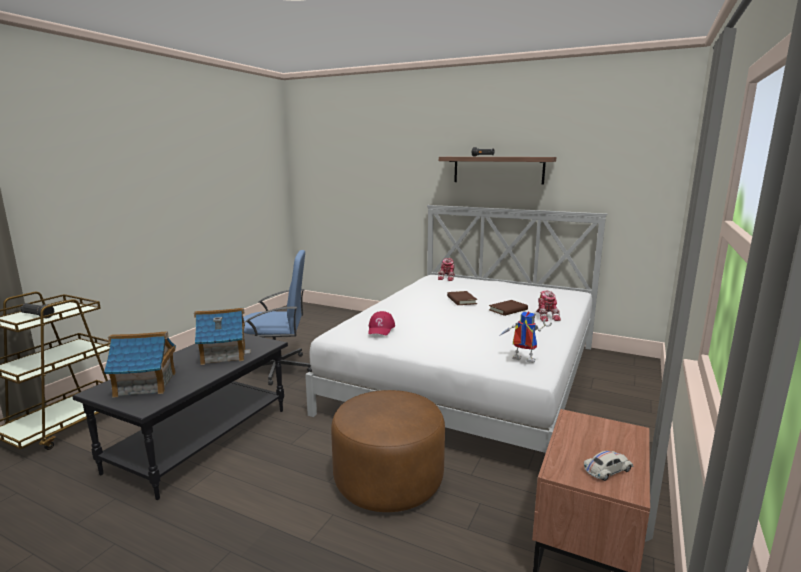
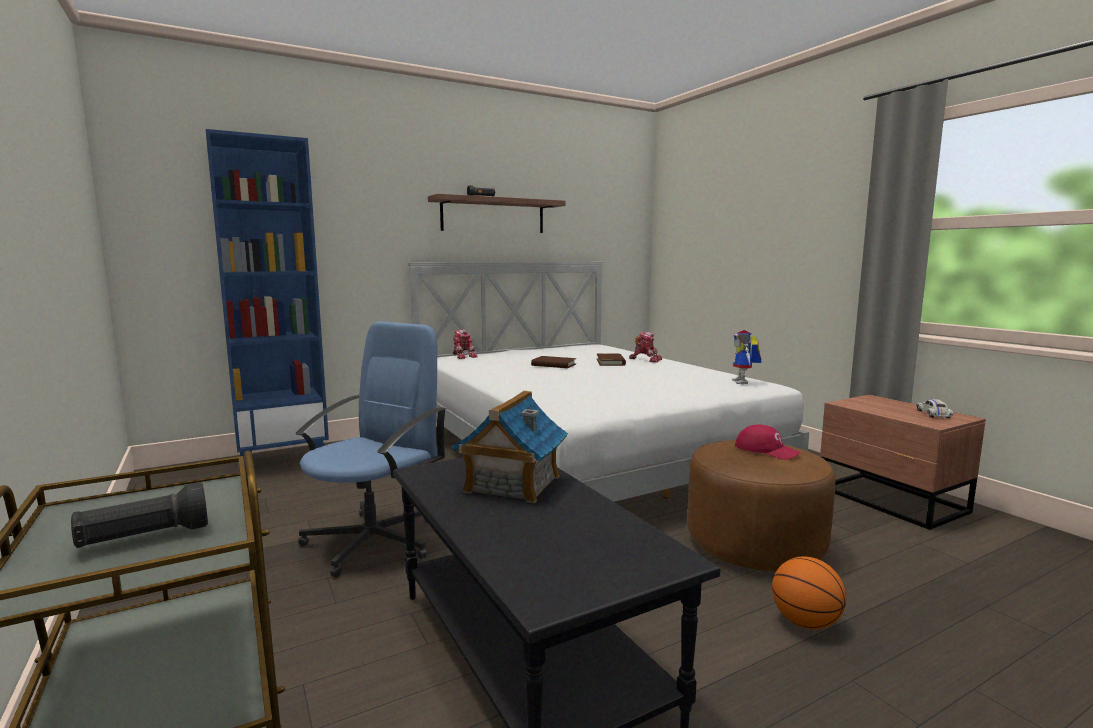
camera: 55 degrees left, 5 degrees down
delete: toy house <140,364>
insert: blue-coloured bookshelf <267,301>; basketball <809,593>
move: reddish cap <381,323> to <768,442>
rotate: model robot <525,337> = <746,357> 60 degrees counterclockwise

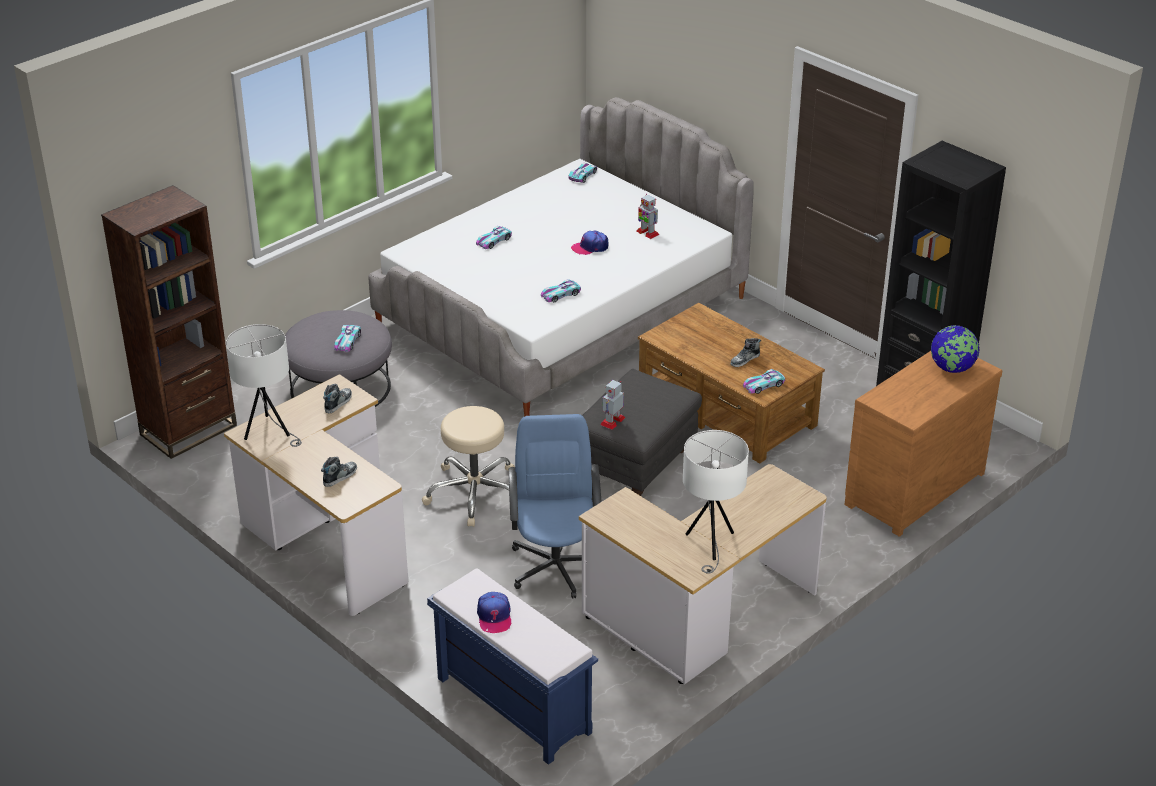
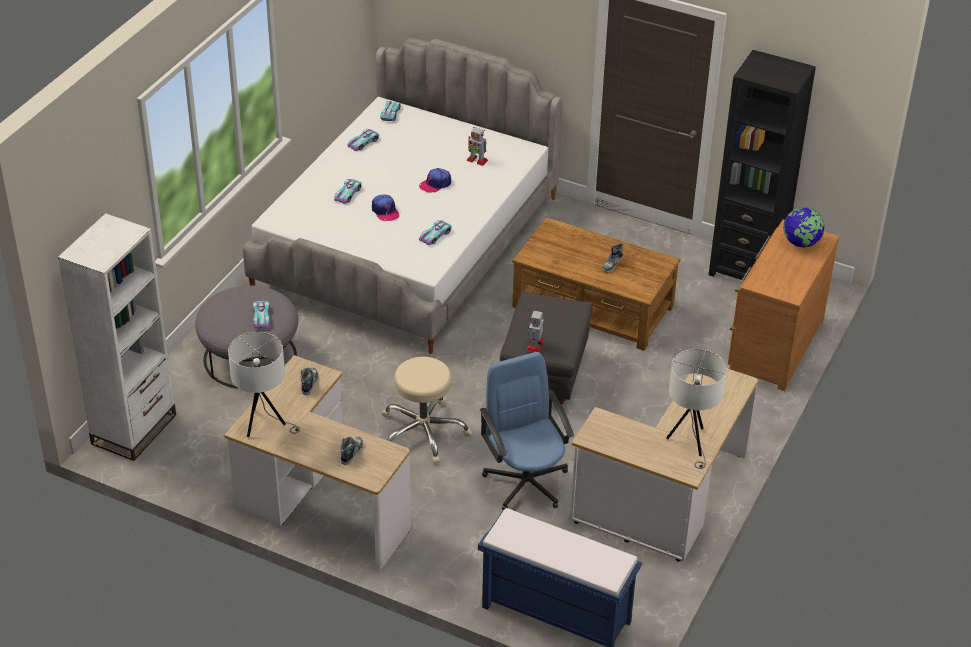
camera: 20 degrees left, 5 degrees up
move: toy car <764,381> to <363,140>; cap <494,612> to <385,208>
recolor: brownish bookshelf <169,322> to whitish bookshelf <117,337>

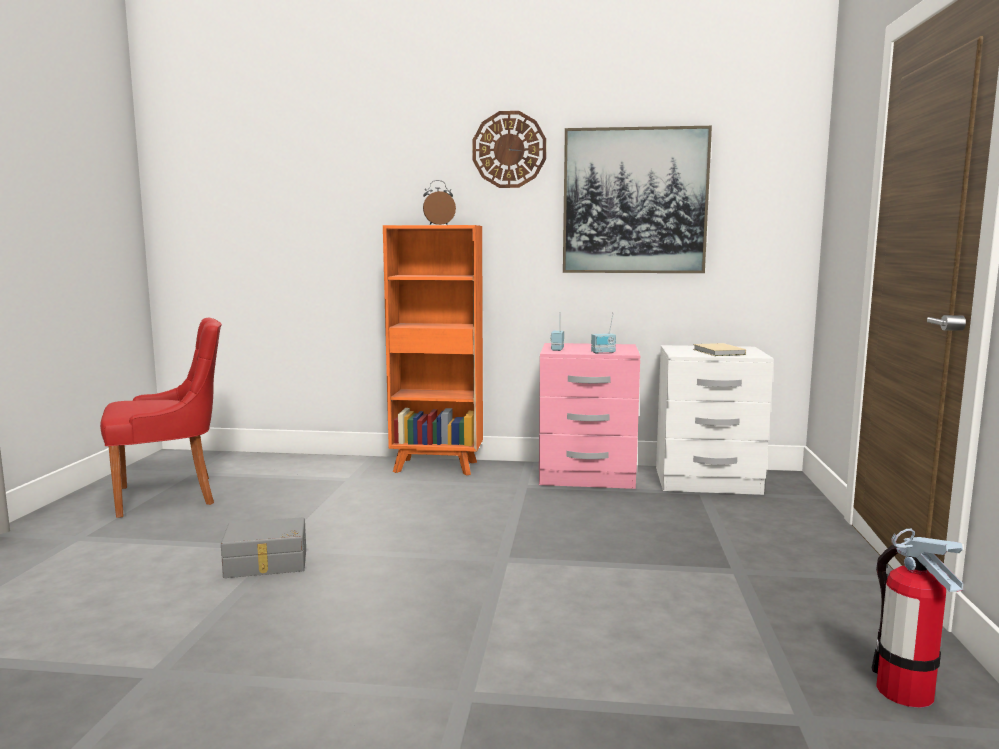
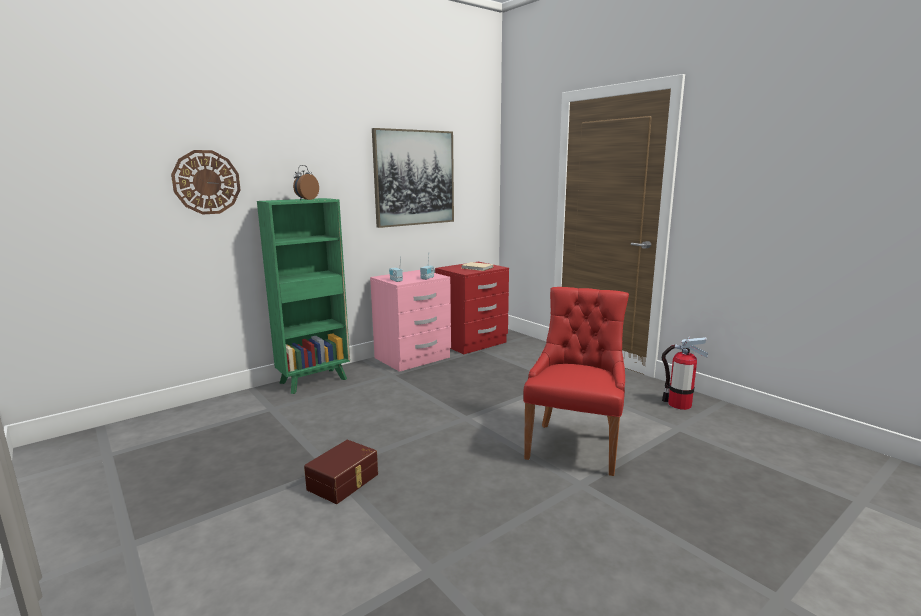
camera: 45 degrees left, 5 degrees up
move: clock on the wall <509,149> to <206,182>; reddish chair <161,417> to <576,381>
recolor: orangey bookshelf <433,350> to green bookshelf <303,296>; greyish storage bin <263,547> to brownish storage bin <341,472>; whitish night table <715,420> to reddish night table <472,308>

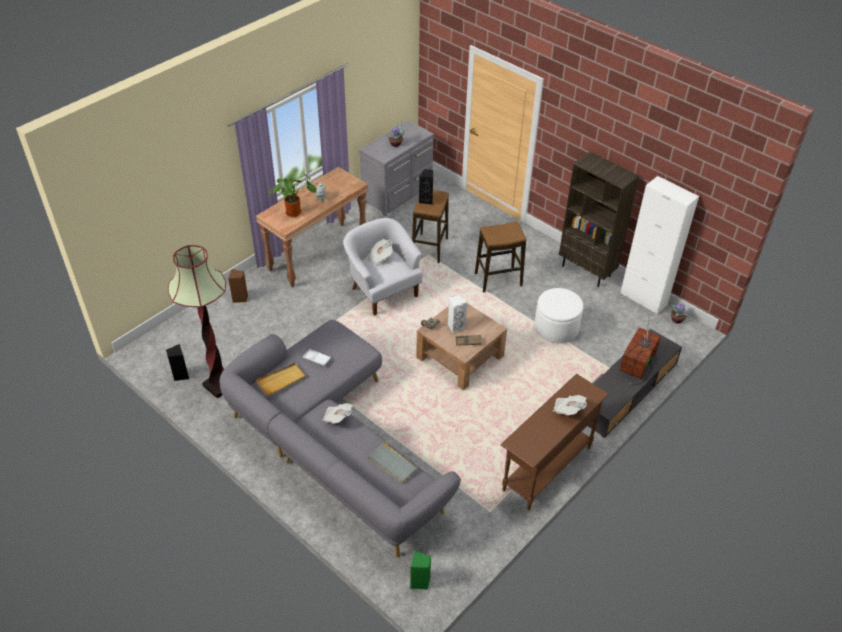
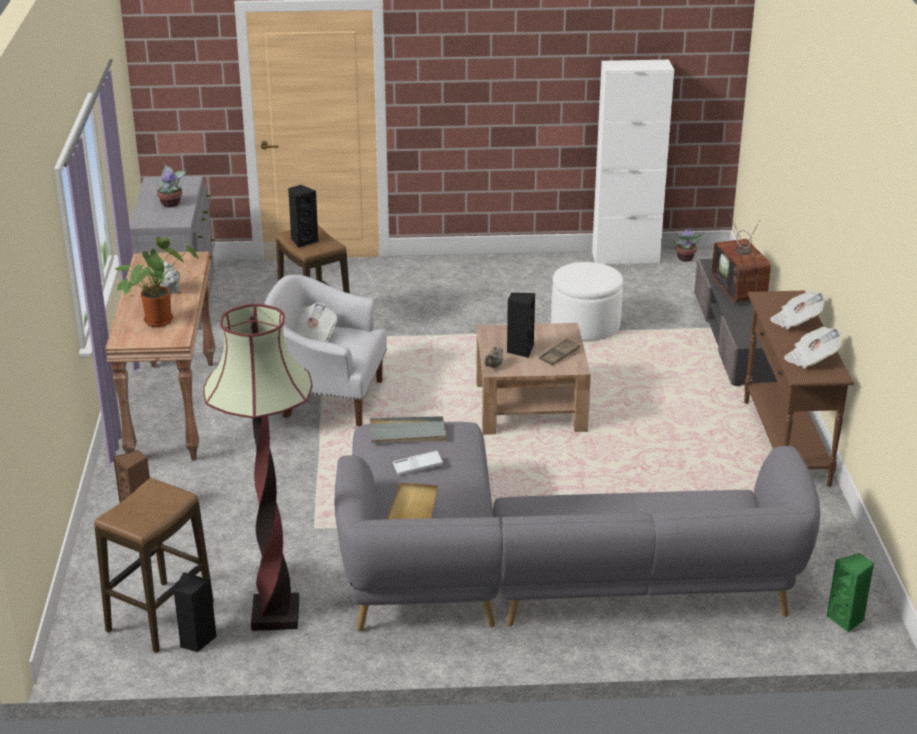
camera: 45 degrees left, 15 degrees down
delete: brownish bookshelf <599,219>
move: stool seat <500,256> to <154,565>; greyish tray <392,462> to <408,429>; newspaper <337,413> to <813,347>
recolor: whitish loudspeaker <457,313> to blackish loudspeaker <521,325>

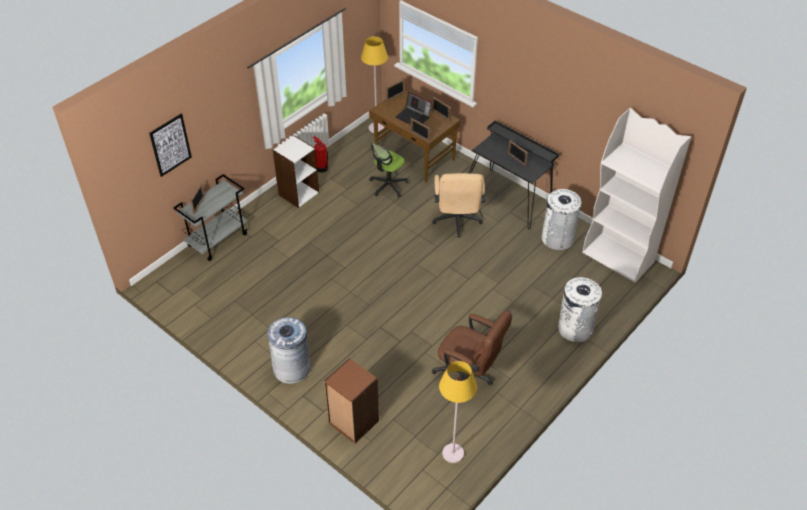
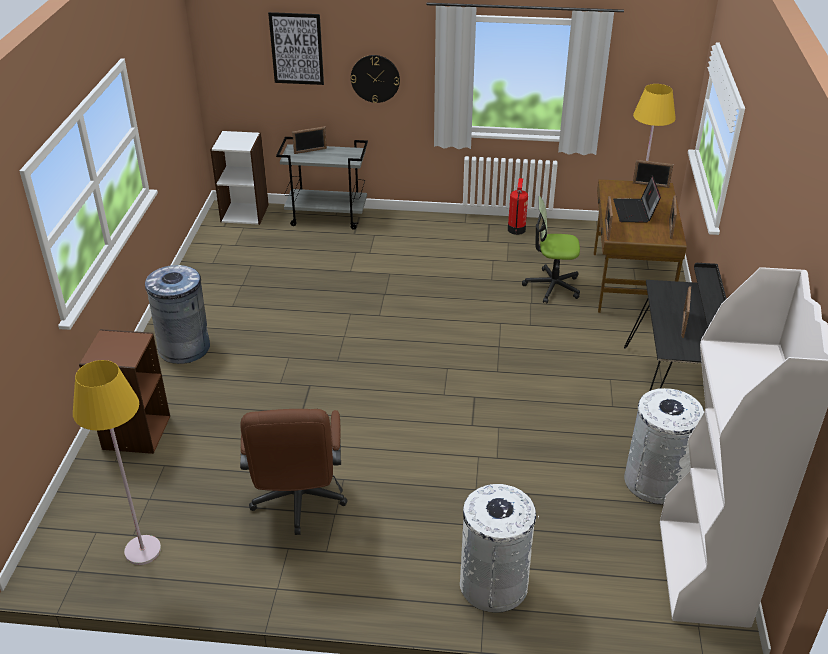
camera: 55 degrees right, 10 degrees down
delete: beige computer chair <458,205>
insert: clock on the wall <375,79>
move: whitish bookshelf <295,171> to <239,178>

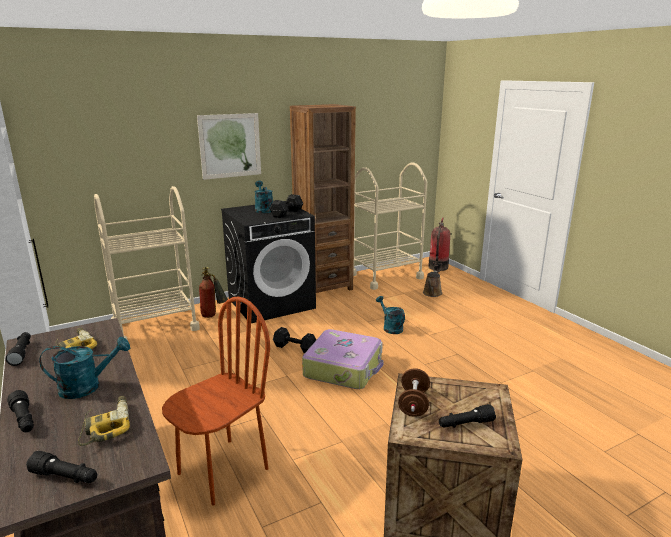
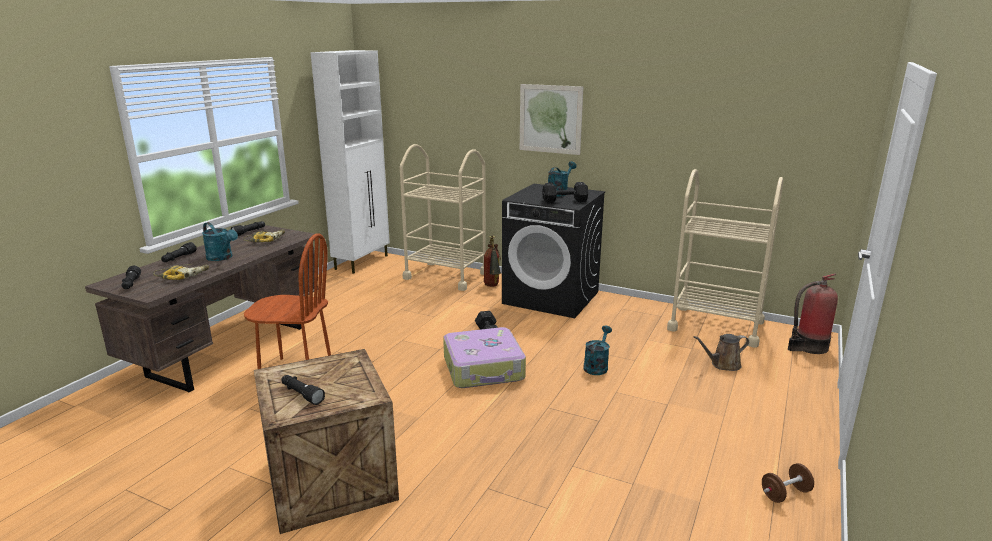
camera: 55 degrees right, 0 degrees up
delete: brownish bookshelf <323,198>
move: brownish hand weight <414,392> to <788,483>

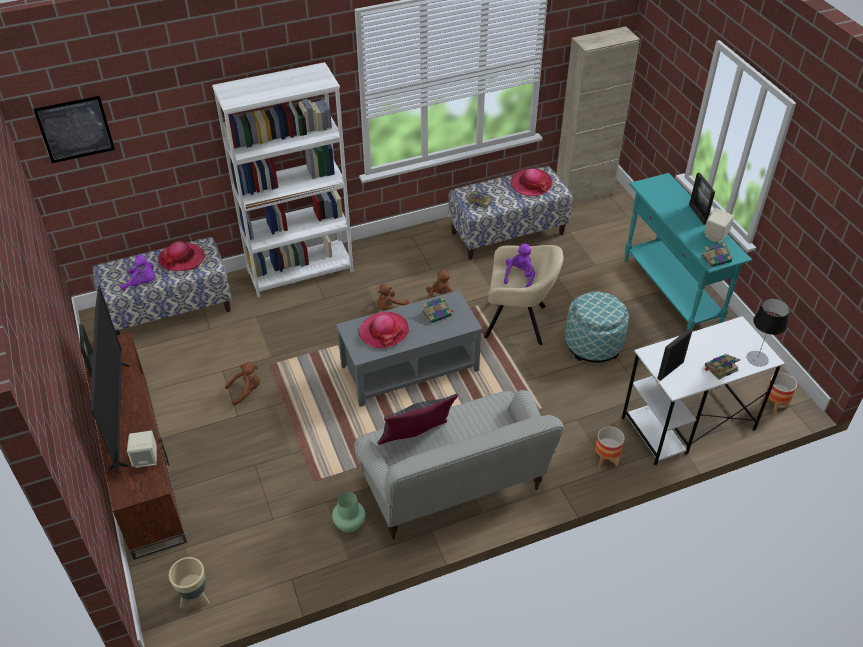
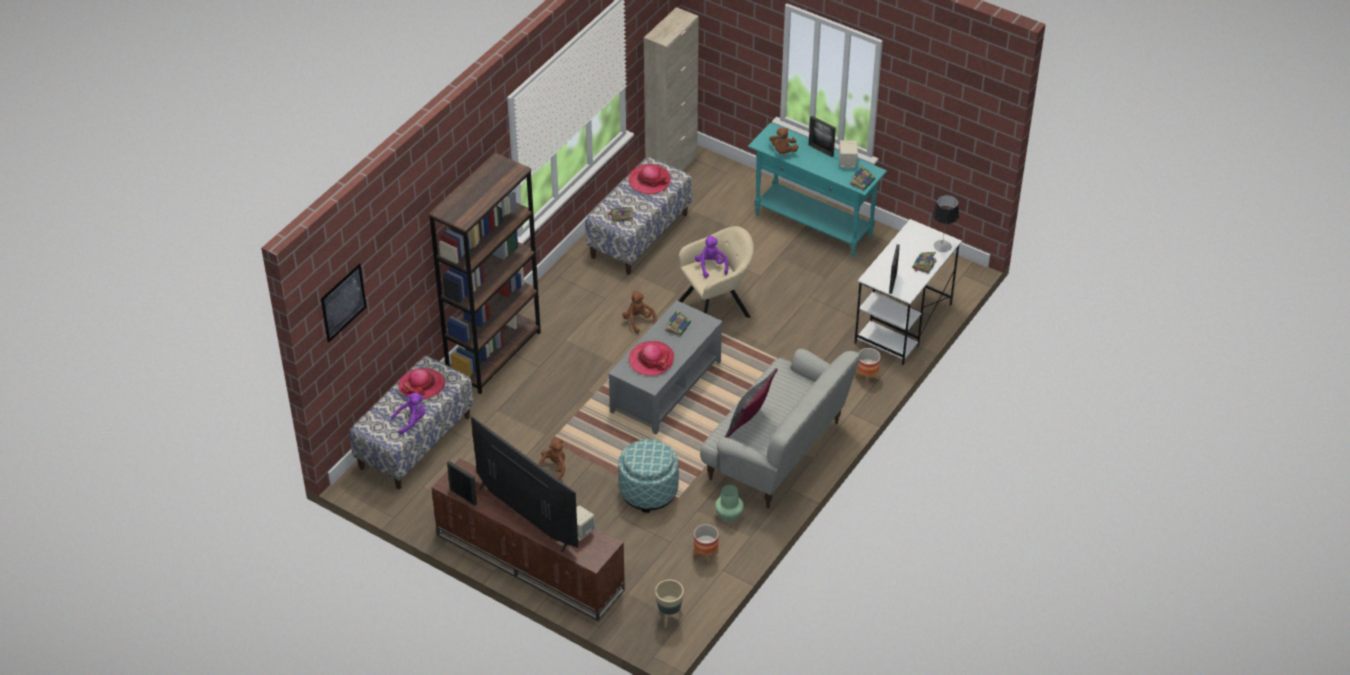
camera: 35 degrees left, 0 degrees up
move: pouffe <597,327> to <648,476>; flower pot <779,394> to <706,544>; brownish cuddly toy <393,297> to <784,141>
recolor: whitish bookshelf <283,179> to brownish bookshelf <485,273>

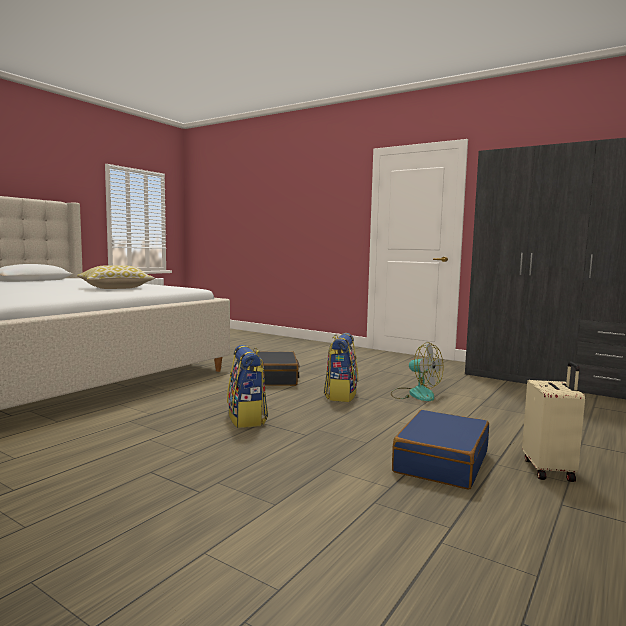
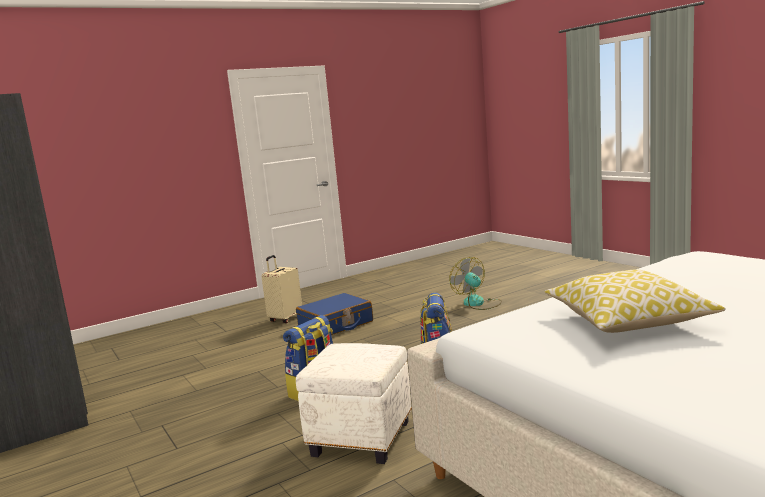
camera: 155 degrees left, 5 degrees up
move: electric fan <417,371> to <475,283>
replace: blackish travel case <277,368> to whitish pouffe <354,403>

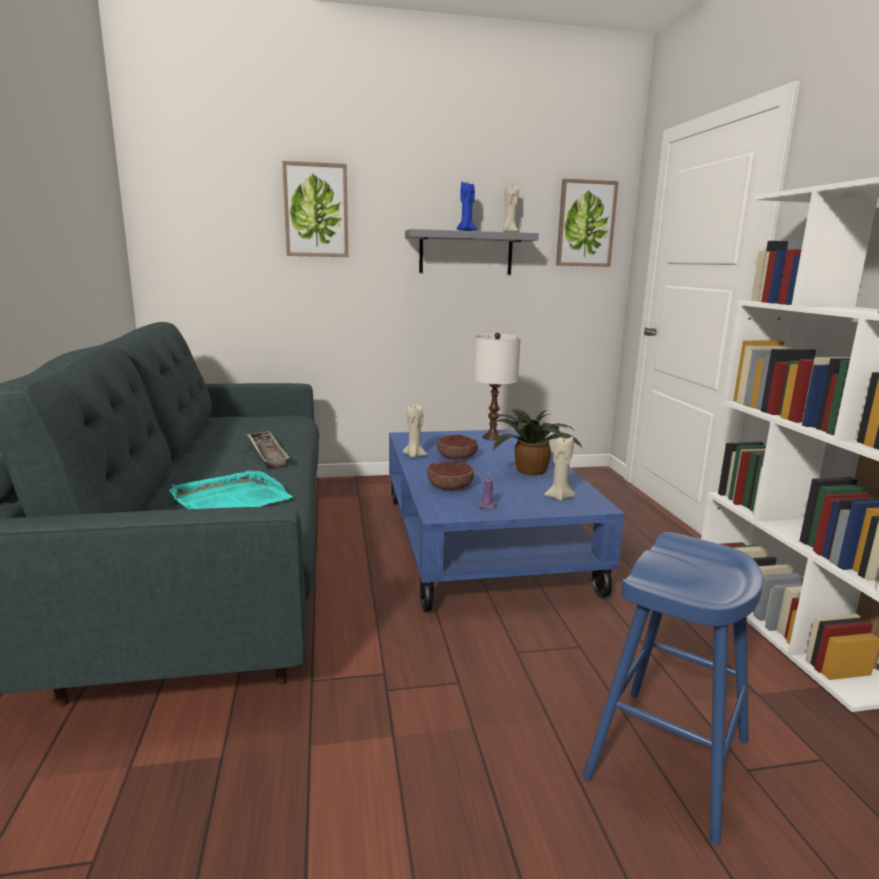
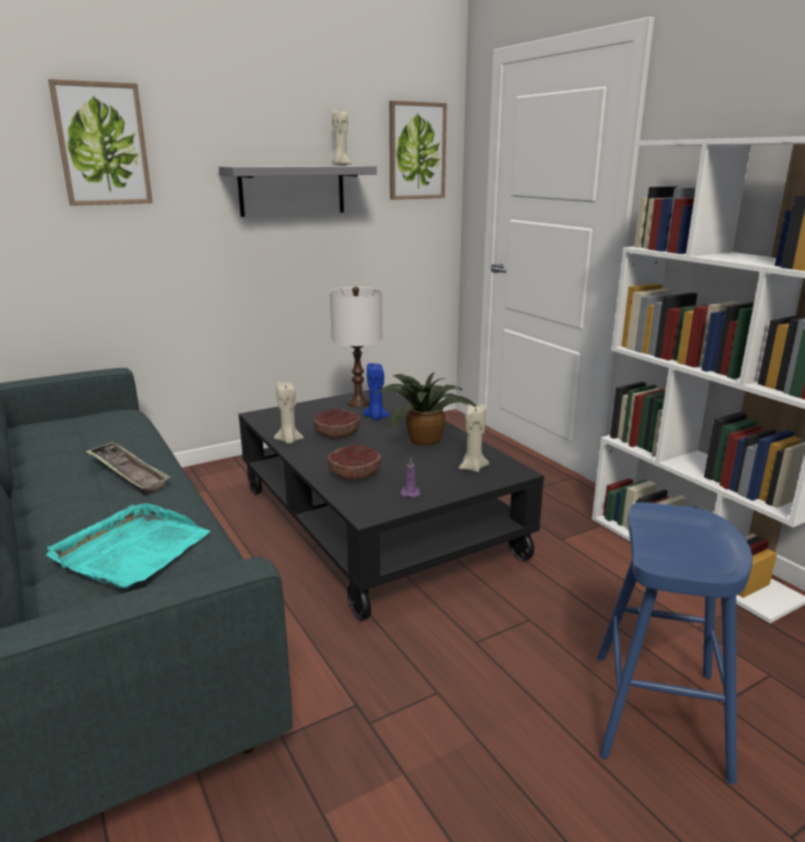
camera: 20 degrees left, 5 degrees up
move: blue-coloured candle <467,206> to <376,391>
recolor: blue-coloured low table <507,520> to blackish low table <391,504>

